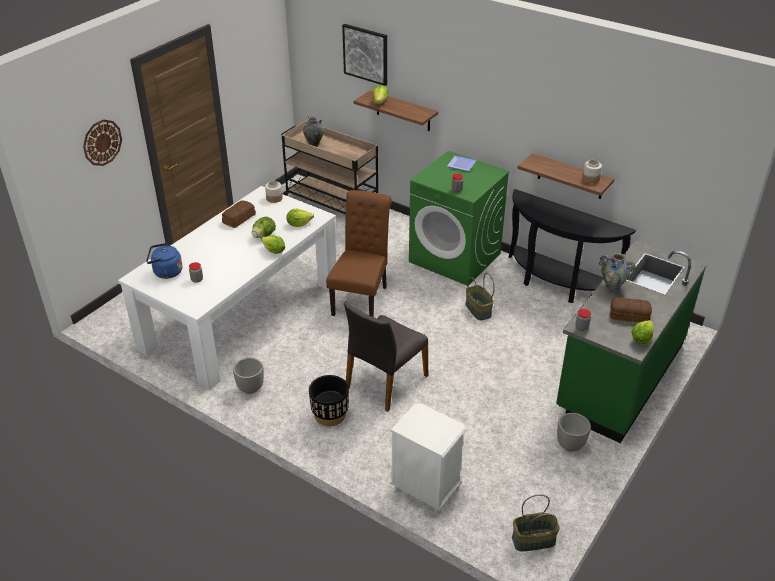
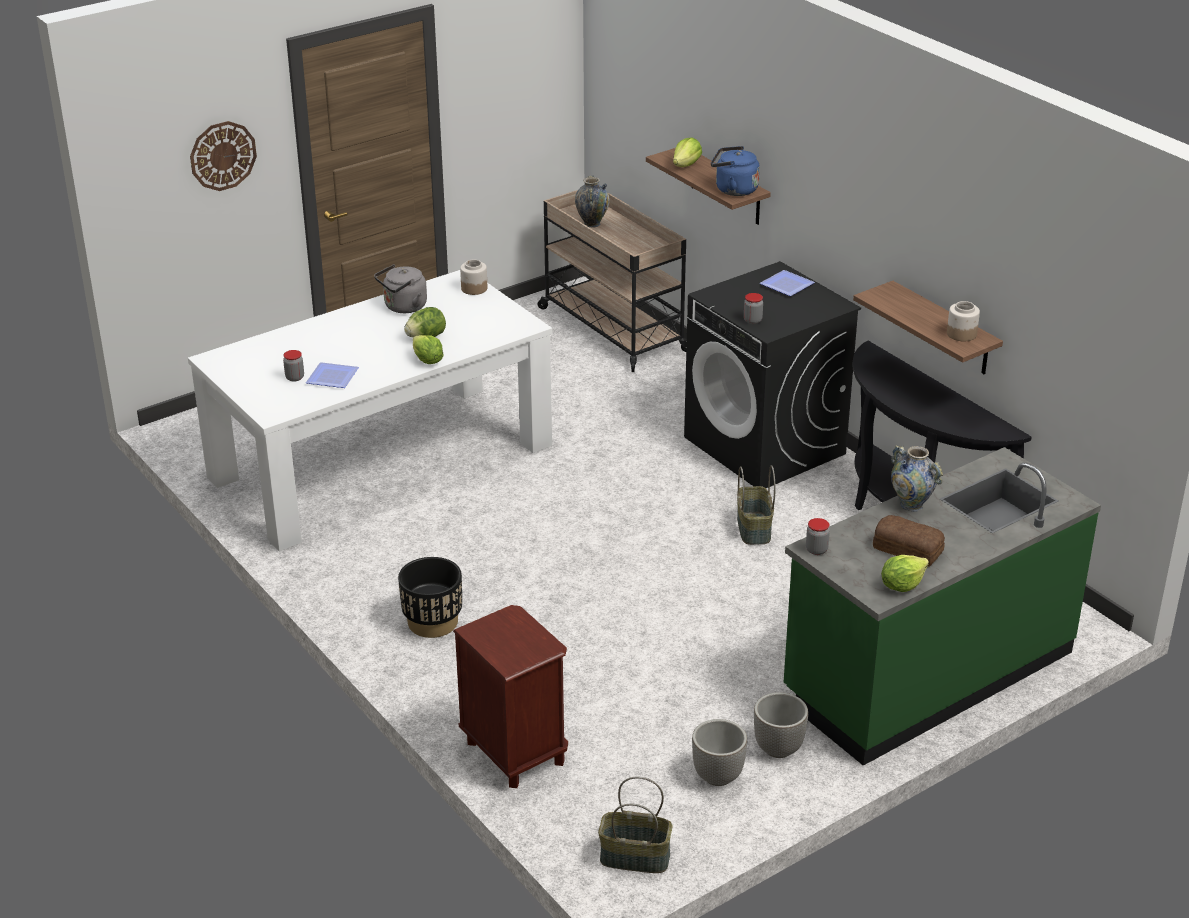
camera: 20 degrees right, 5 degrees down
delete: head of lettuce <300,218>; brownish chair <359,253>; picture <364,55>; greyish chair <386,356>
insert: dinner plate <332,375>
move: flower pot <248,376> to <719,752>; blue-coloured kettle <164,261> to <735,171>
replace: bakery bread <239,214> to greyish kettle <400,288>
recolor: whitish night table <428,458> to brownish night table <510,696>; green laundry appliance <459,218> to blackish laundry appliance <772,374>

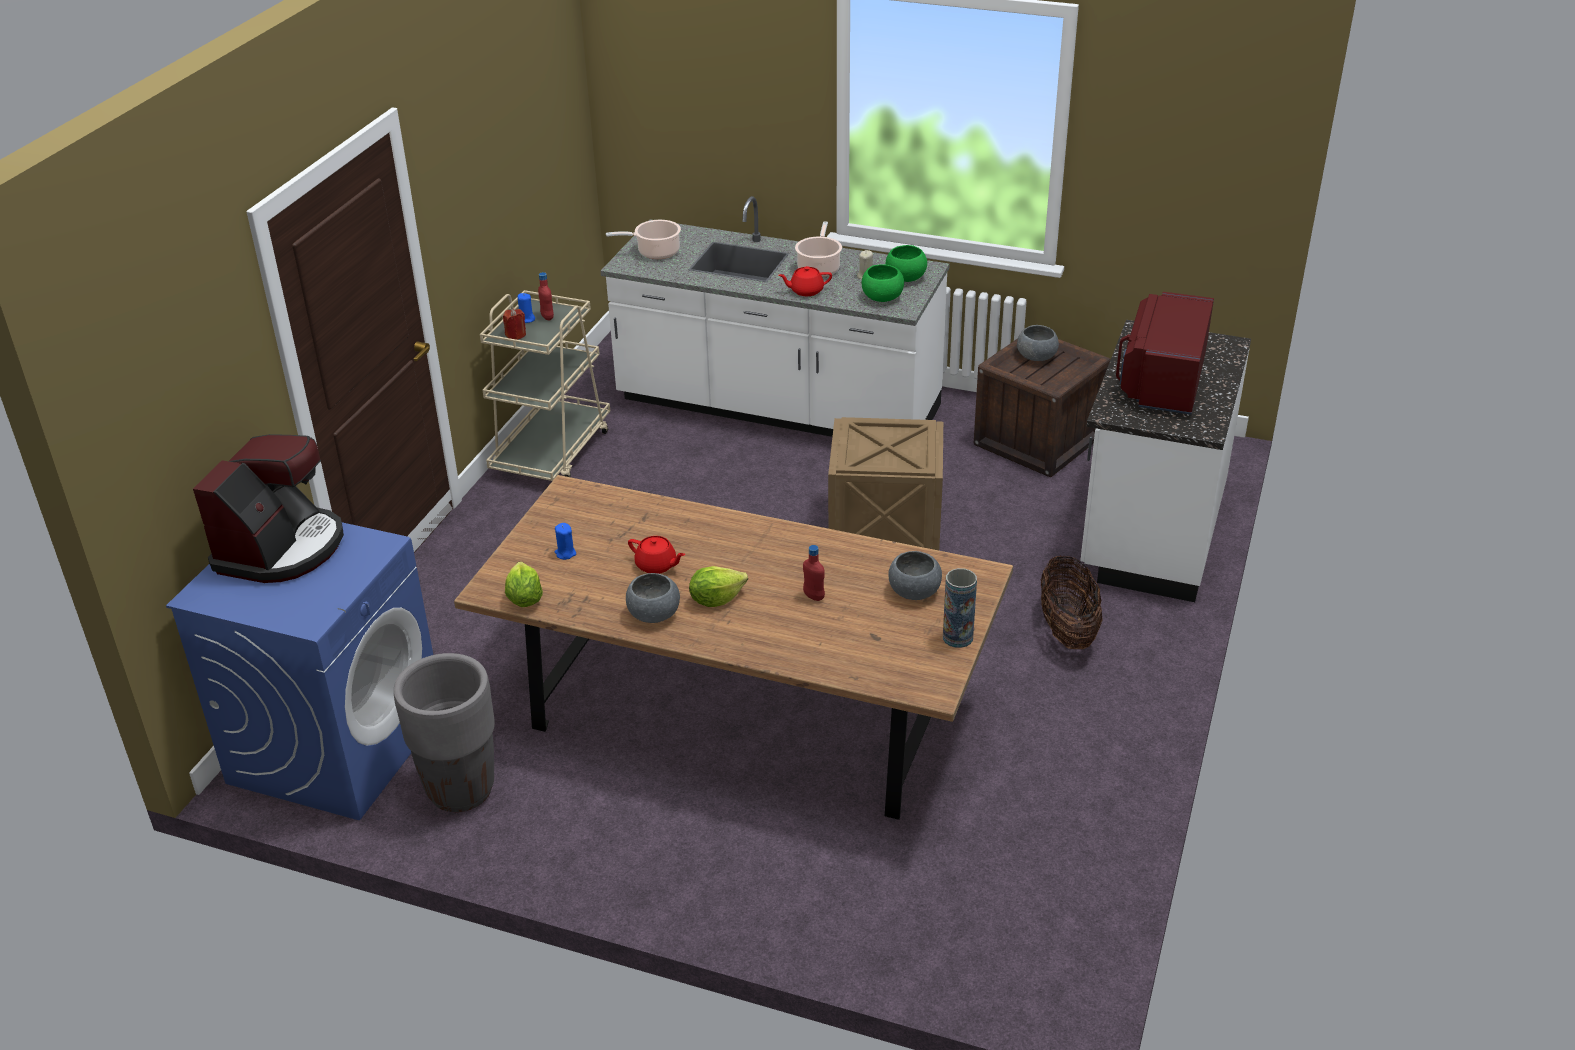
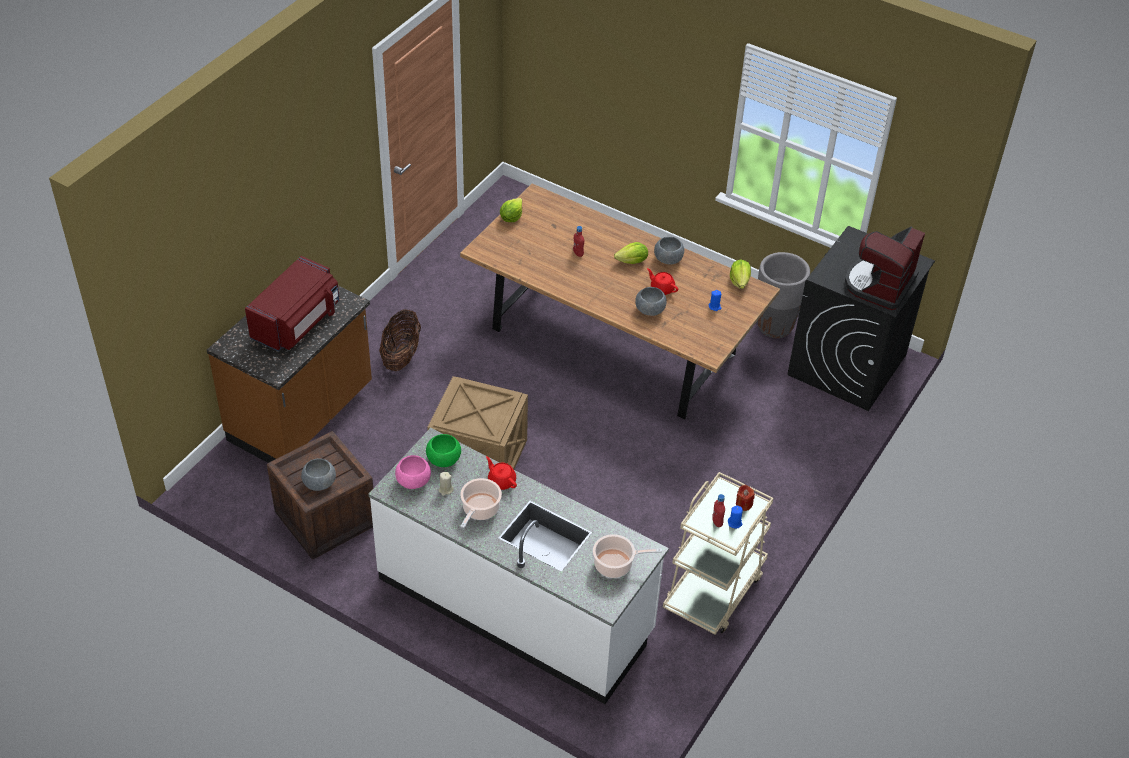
camera: 170 degrees left, 10 degrees up
move: greyish bowl <915,575> to <651,301>
replace: decorative vase <960,608> to head of lettuce <511,210>
recolor: whitish kitchen counter <1165,461> to brownish kitchen counter <289,374>; green bowl <906,263> to pinkish bowl <413,472>; blue-coloured laundry appliance <299,671> to blackish laundry appliance <861,318>
rotate: reddish teapot <805,281> = <501,473> 135 degrees counterclockwise

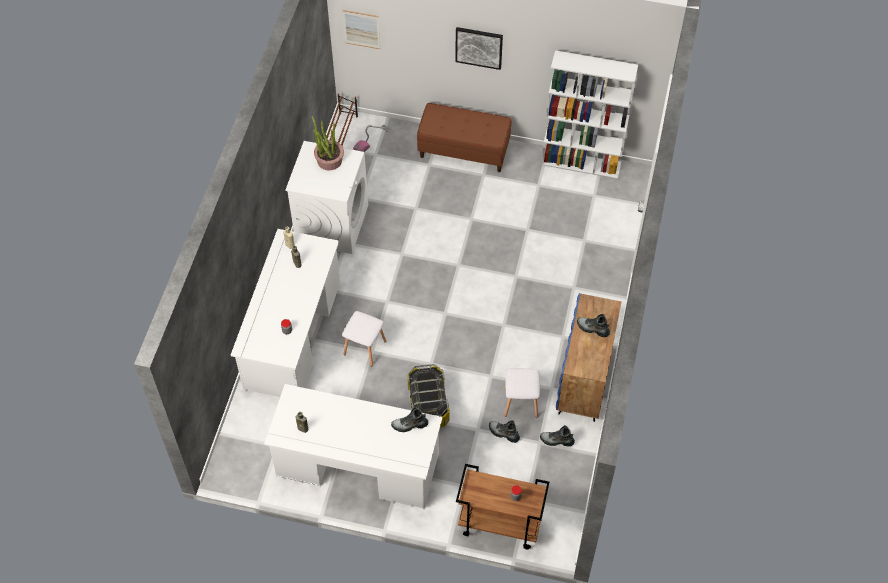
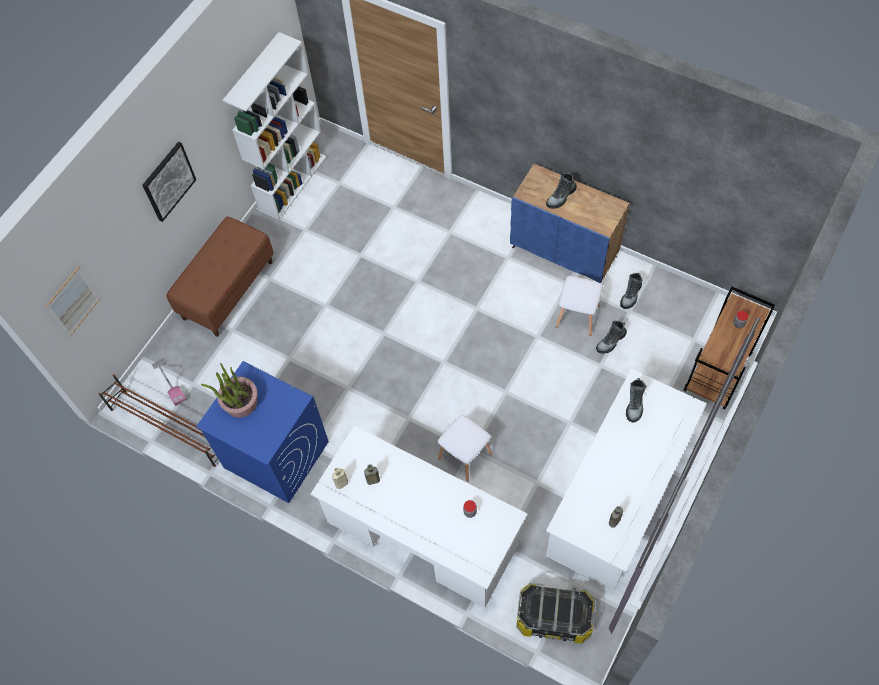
camera: 70 degrees left, 5 degrees up
move: storage bin <428,395> to <556,613>
recolor: whitish laundry appliance <326,197> to blue-coloured laundry appliance <262,432>

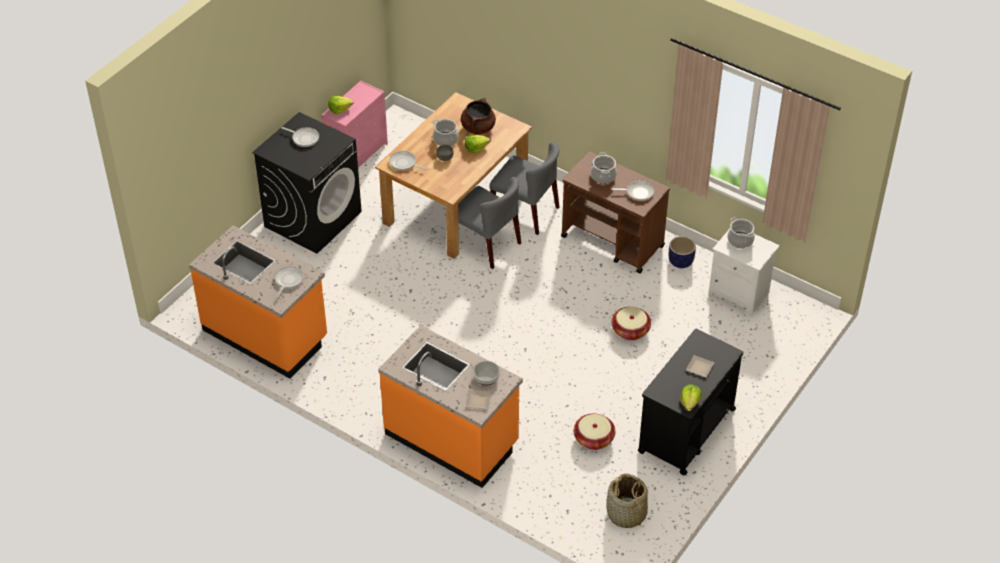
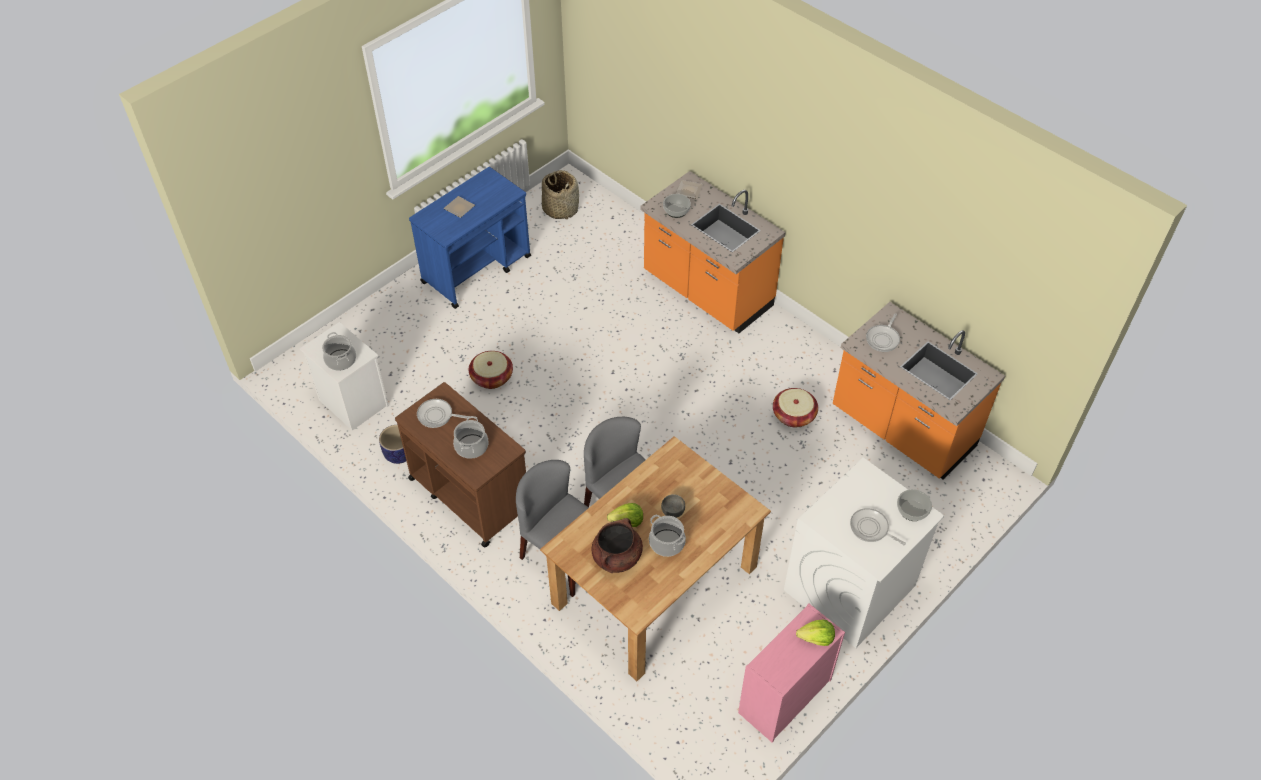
camera: 170 degrees left, 5 degrees up
delete: skillet <407,161>; head of lettuce <691,398>
insert: bowl <914,505>
move: household basket <594,431> to <795,407>
recolor: blackish cart <690,402> to blue-coloured cart <470,238>; blackish laundry appliance <307,183> to whitish laundry appliance <864,553>

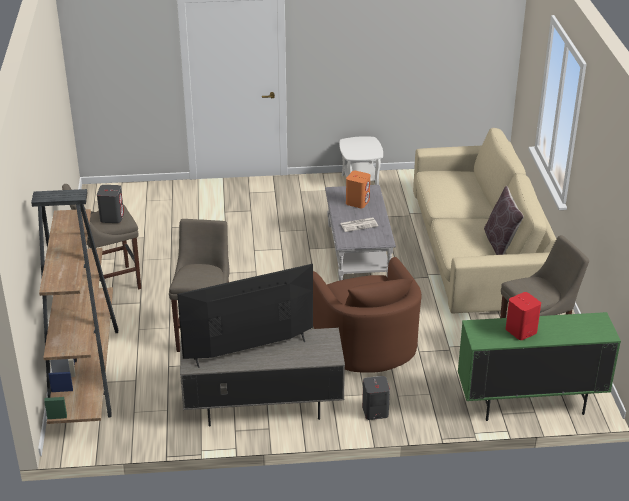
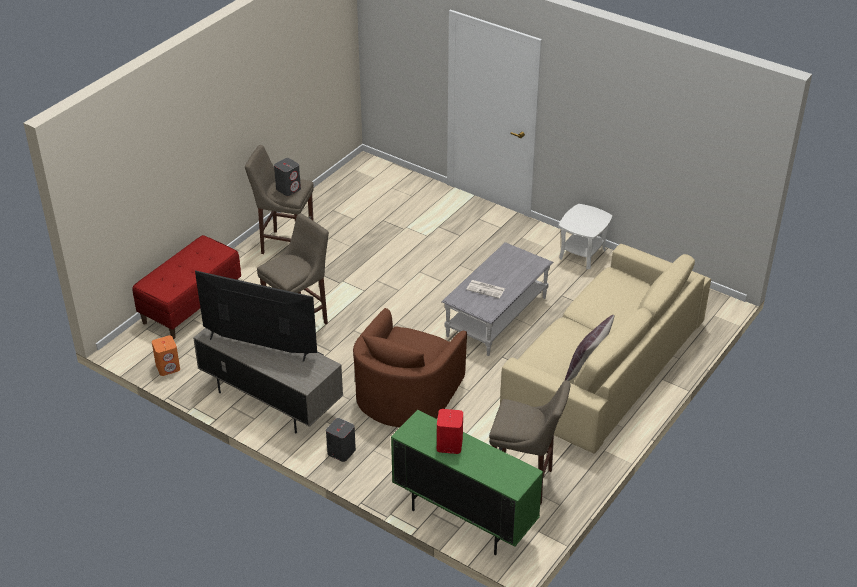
camera: 40 degrees right, 5 degrees up
move: orangey loudspeaker <358,189> to <166,355>
replace: brownish bookshelf <74,306> to reddish long seat <187,287>

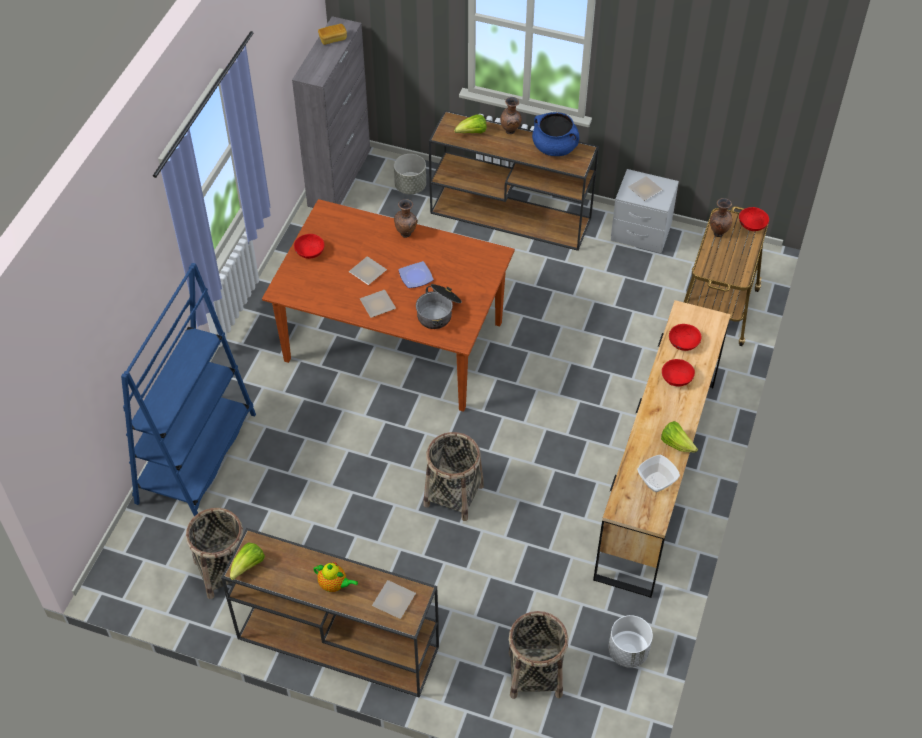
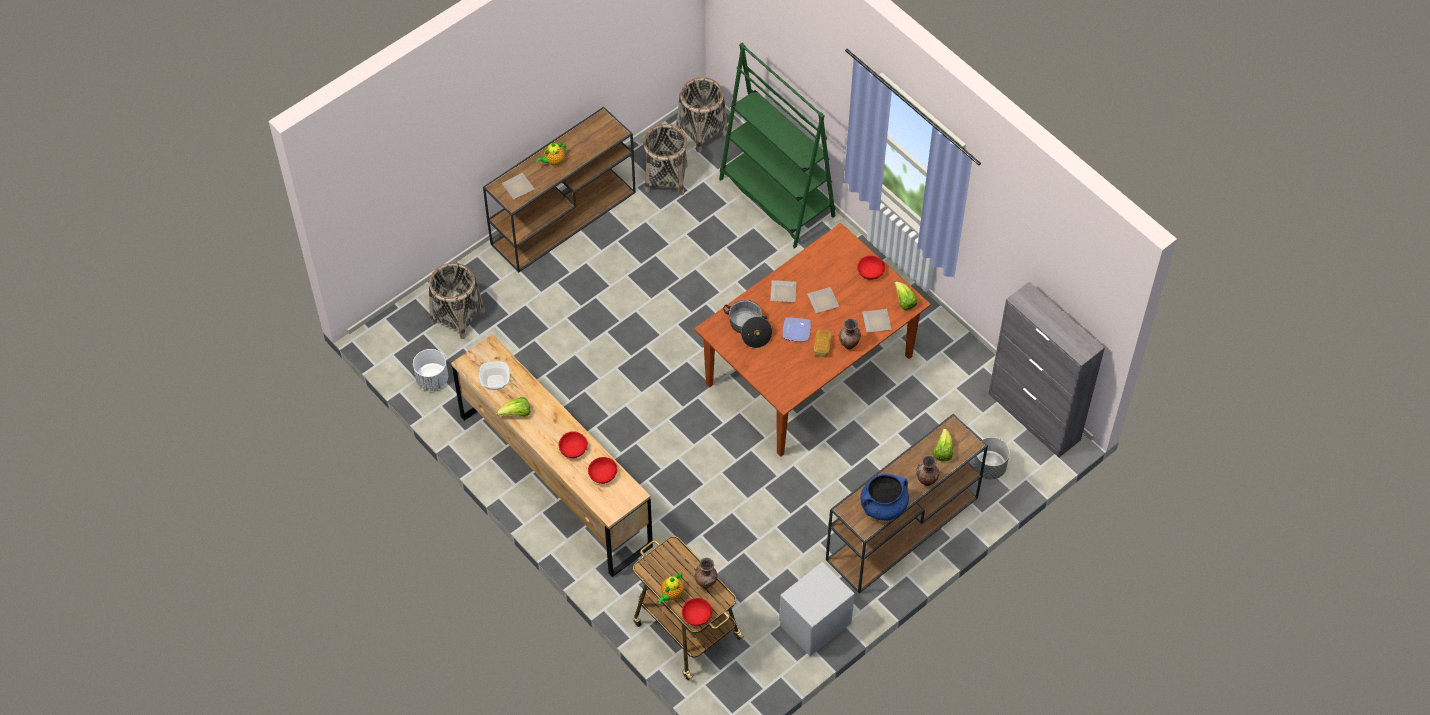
camera: 120 degrees right, 5 degrees up
insert: teapot <671,588>
move: household basket <453,476> to <702,114>; bakery bread <332,34> to <823,343>; dinner plate <645,188> to <876,321>; head of lettuce <247,561> to <905,295>
recolor: blue-coloured bookshelf <188,389> to green bookshelf <777,145>

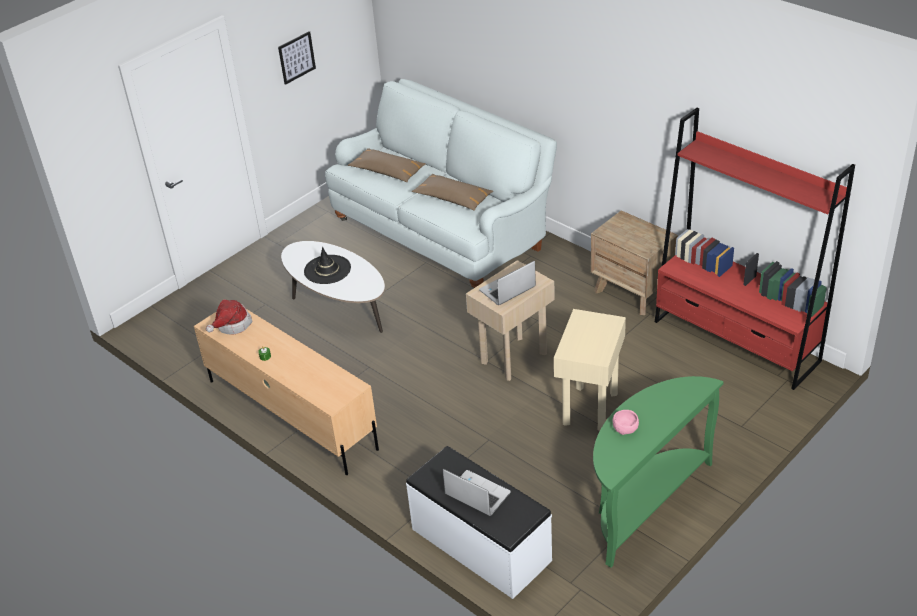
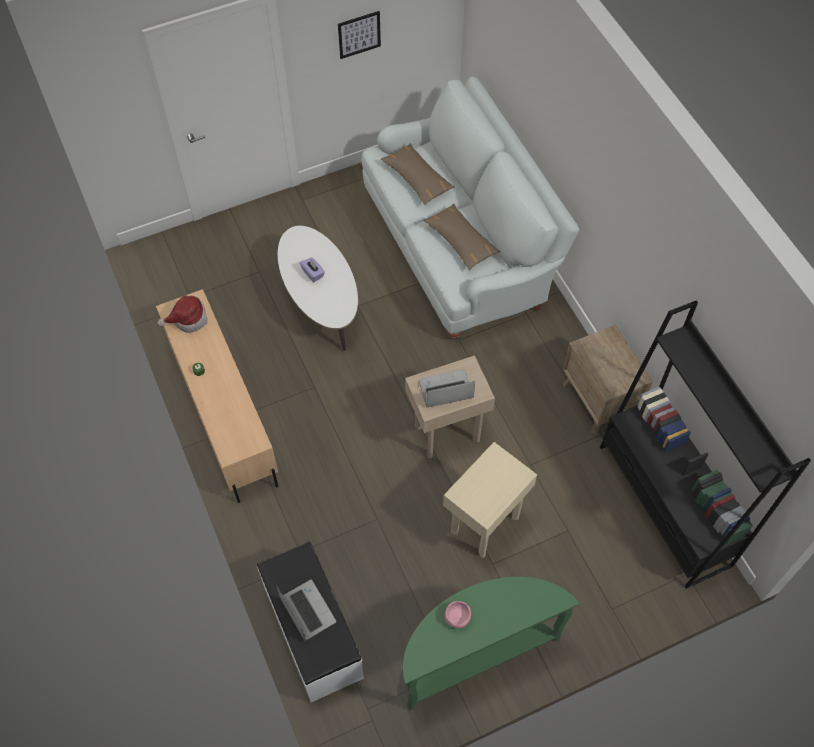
camera: 20 degrees right, 20 degrees up
replace: blackish wearable hat <327,265> to purple tissue box <312,269>
recolor: reddish bookshelf <755,248> to blackish bookshelf <705,444>

